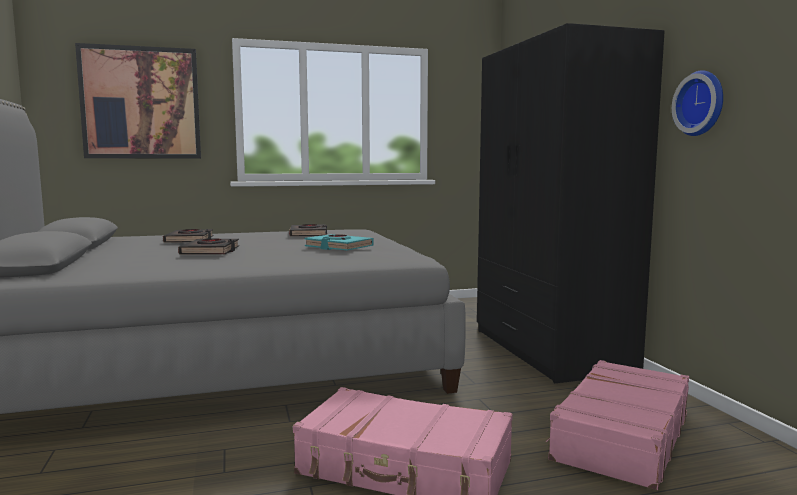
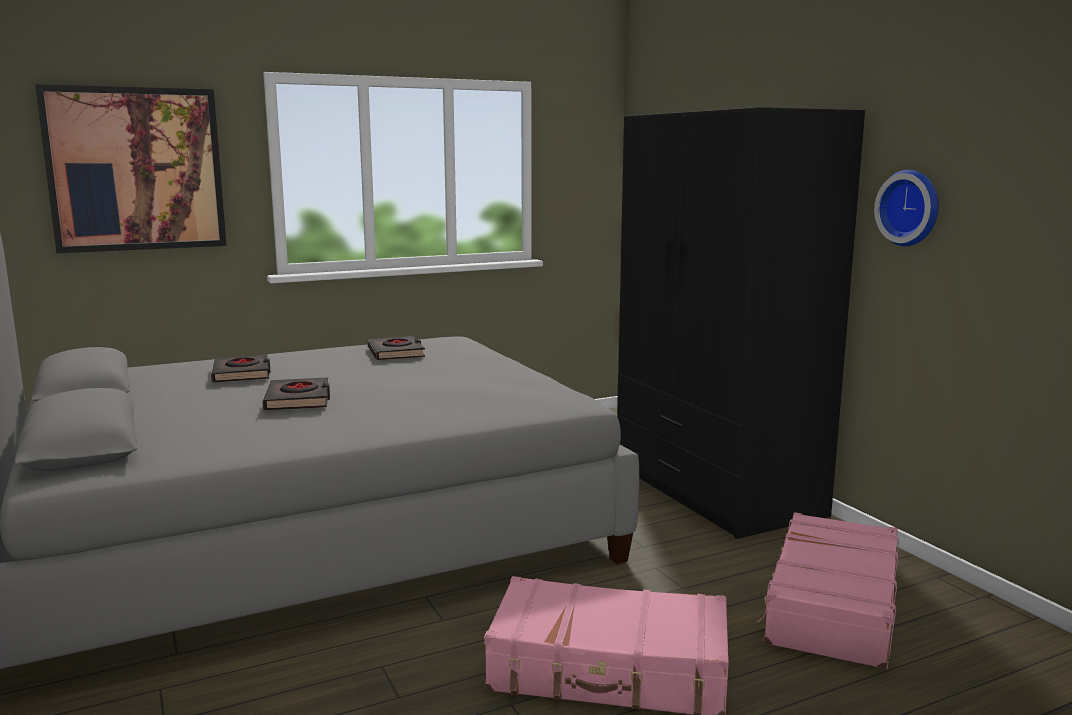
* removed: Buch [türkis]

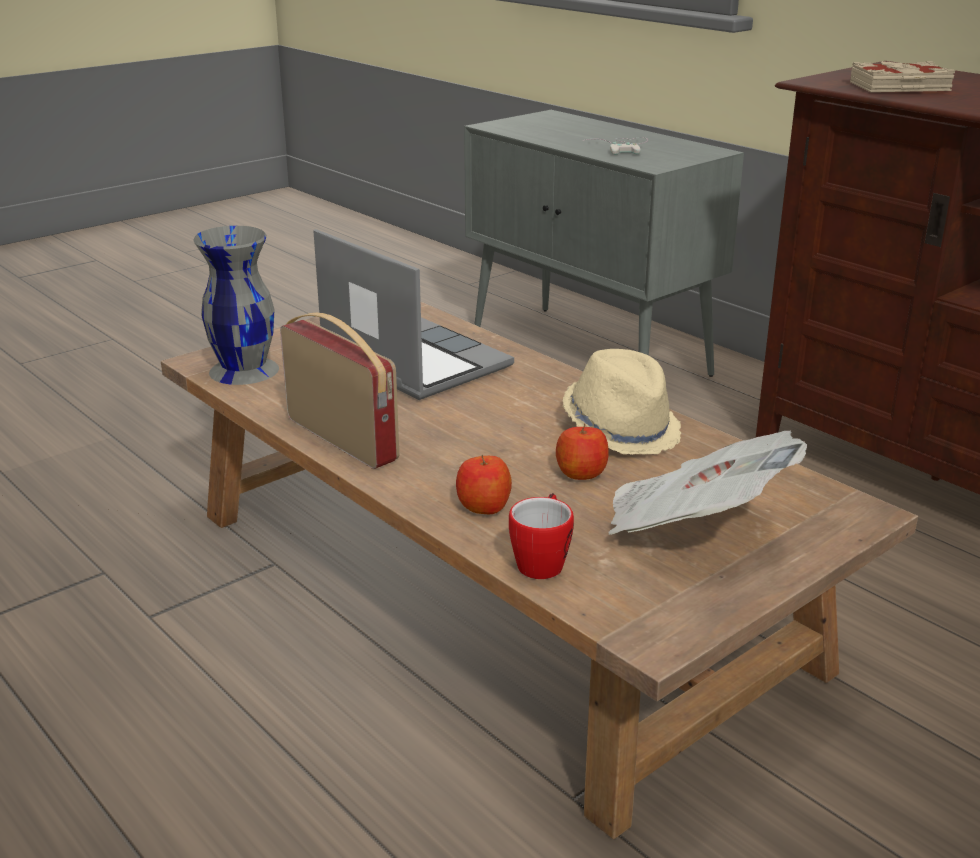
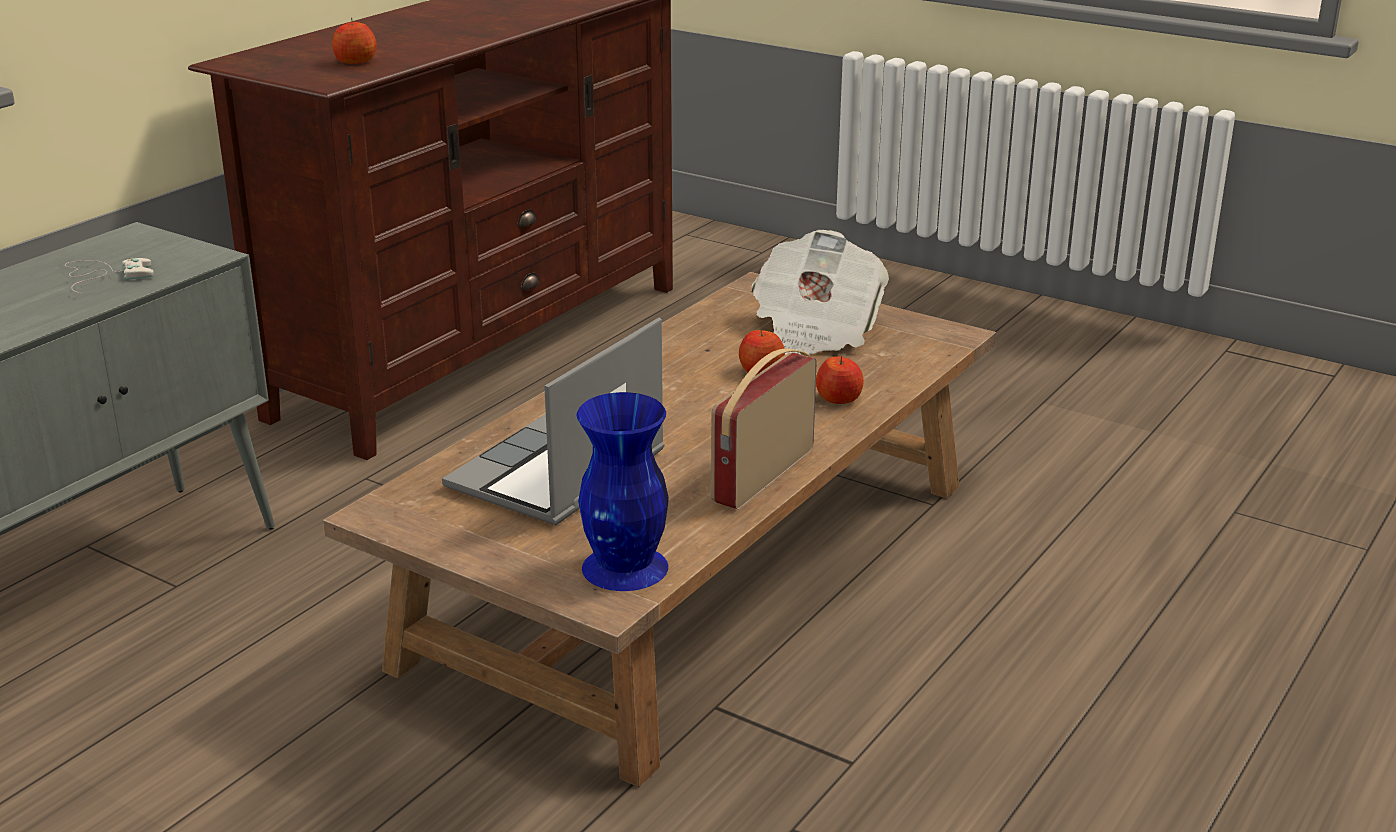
* removed: Henkelbecher
* removed: Hut [beige]
* replaced: Buch [beige] to Apfel (1st from left)
* recoloured: Vase [grau] to Vase [blau]

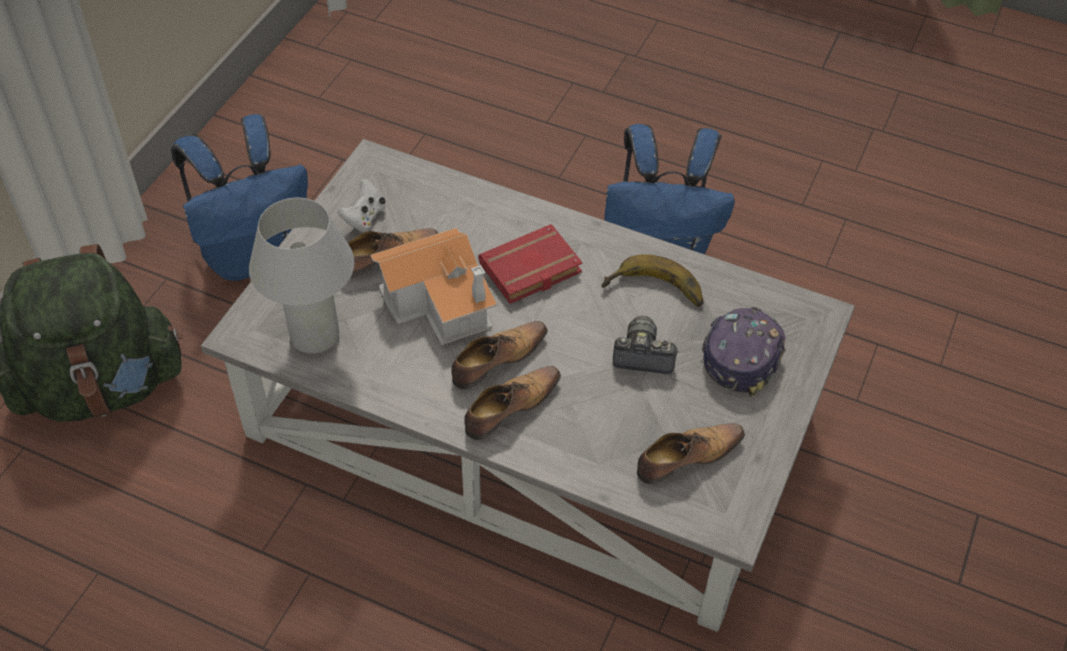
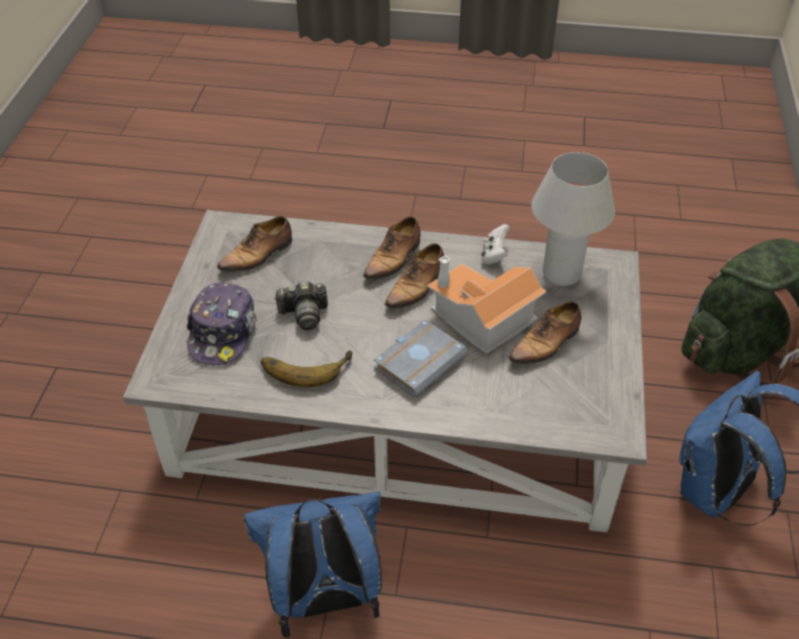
* moved: Gamepad [weiß]
* recoloured: Buch [rot] to Buch [grau]

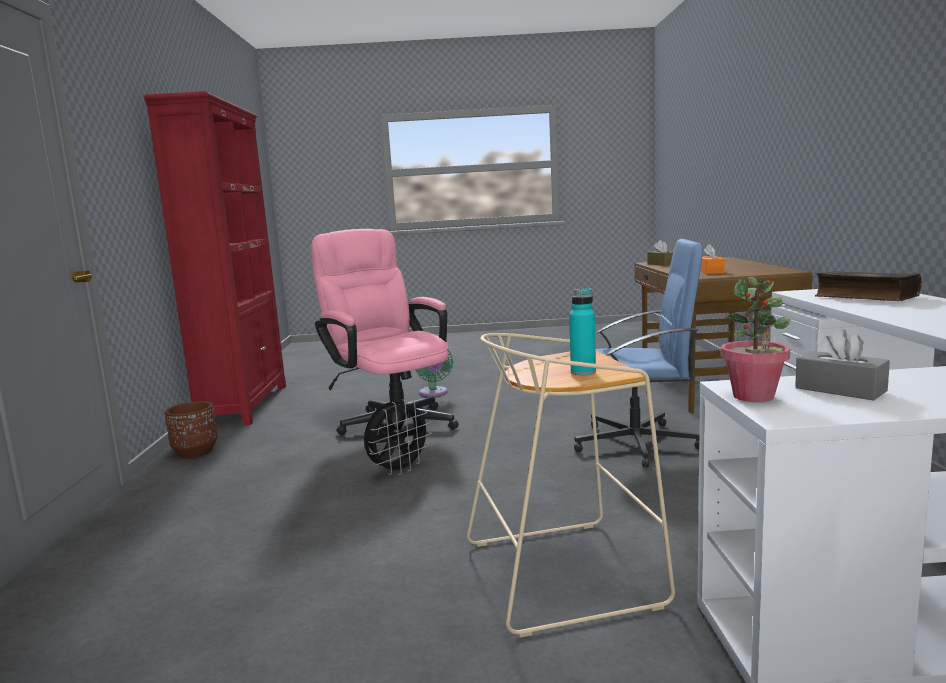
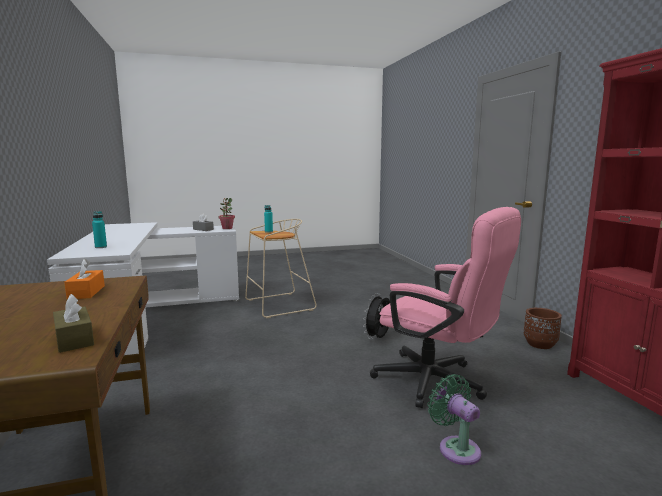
* removed: Bürostuhl [blau]
* replaced: Buch to Flasche [türkis] (1st from left)

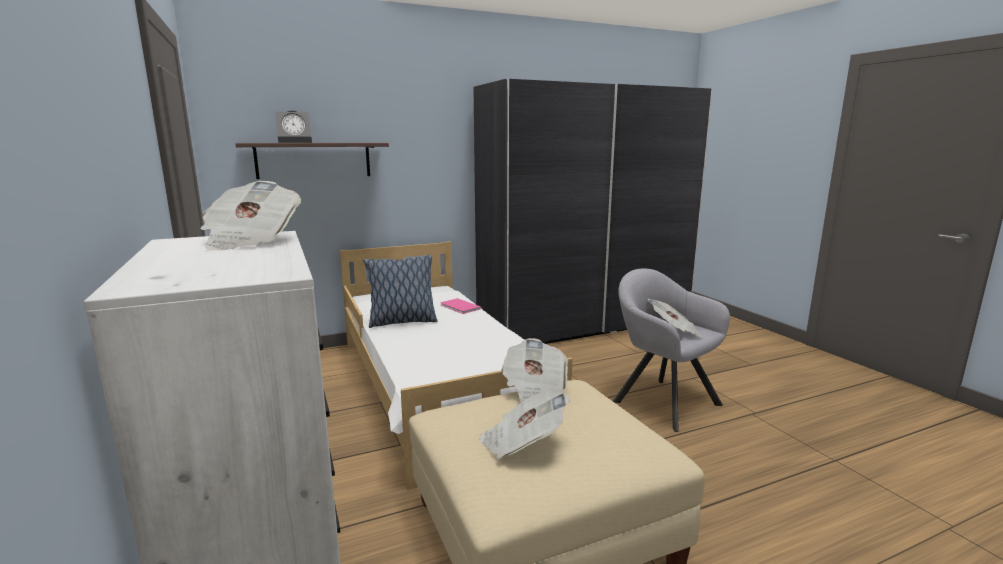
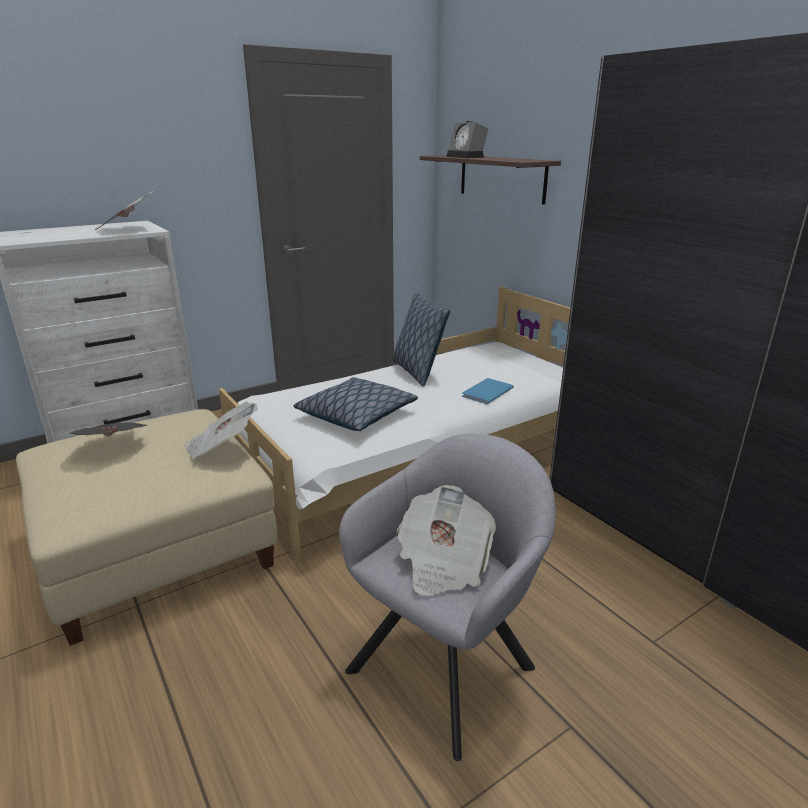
* added: Kissen (1st from left)
* recoloured: Buch [rosa] to Buch [blau]

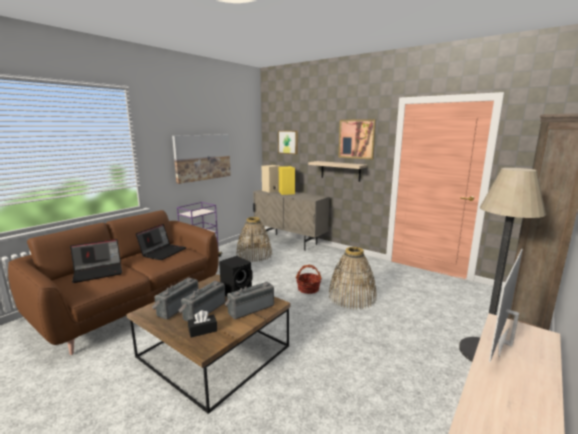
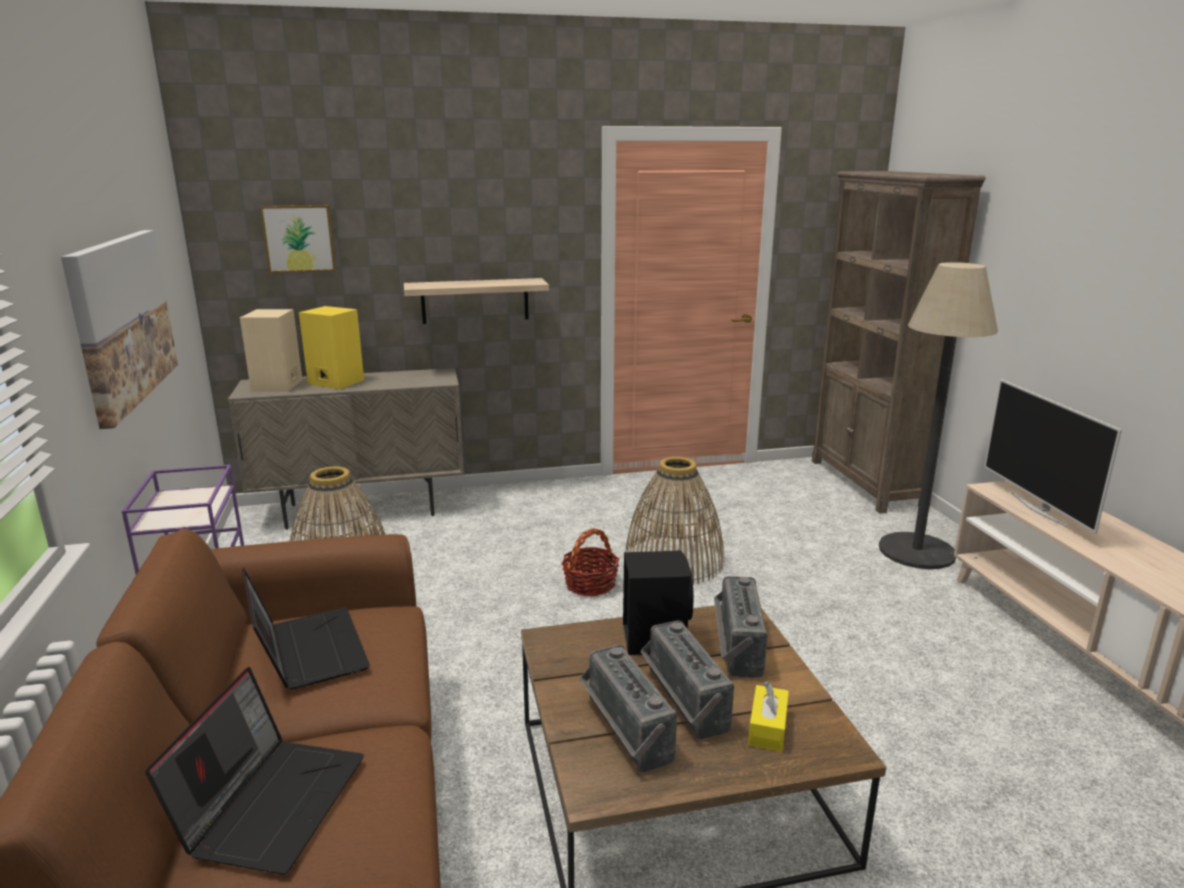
* removed: Bild (3rd from left)
* recoloured: Taschentuchbox [schwarz] to Taschentuchbox [gelb]

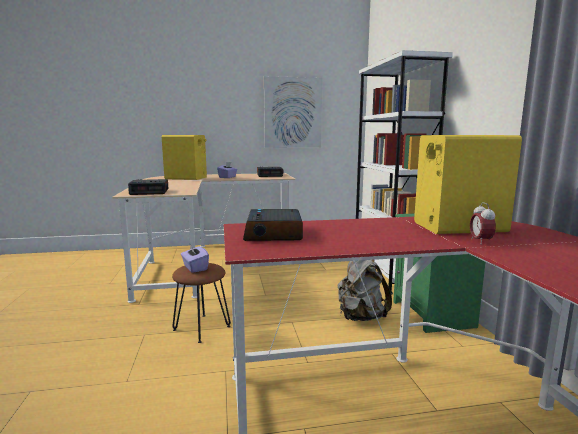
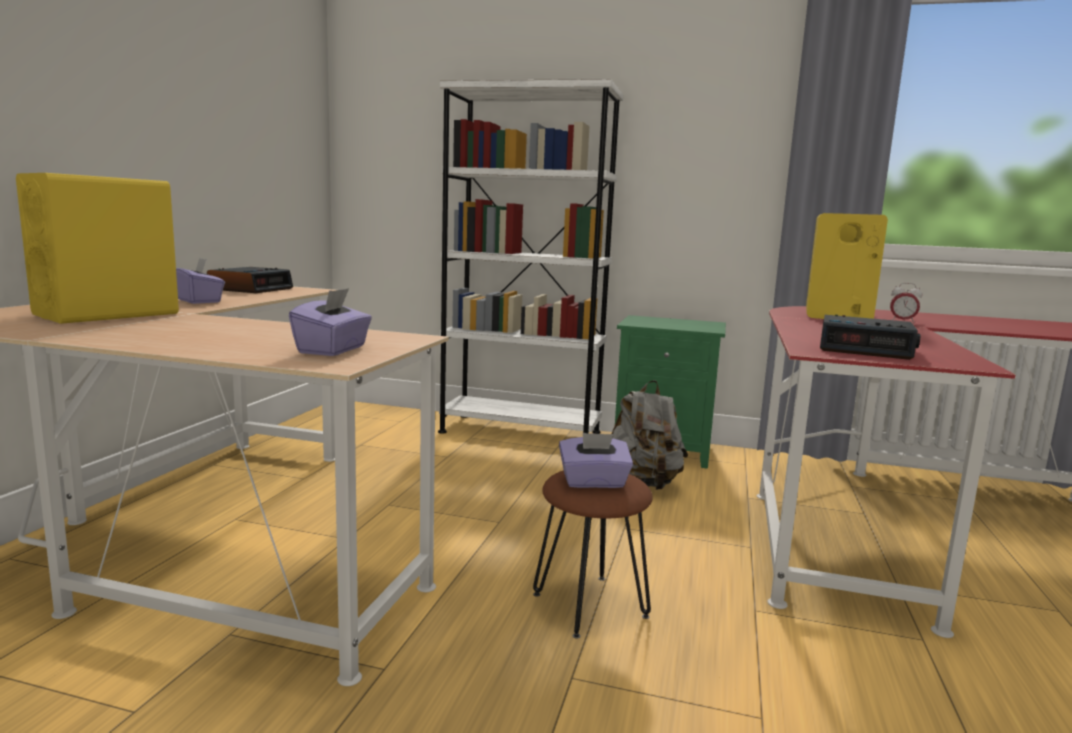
* removed: Bild
* replaced: Wecker (1st from left) to Taschentuchbox [lila] (2nd from left)

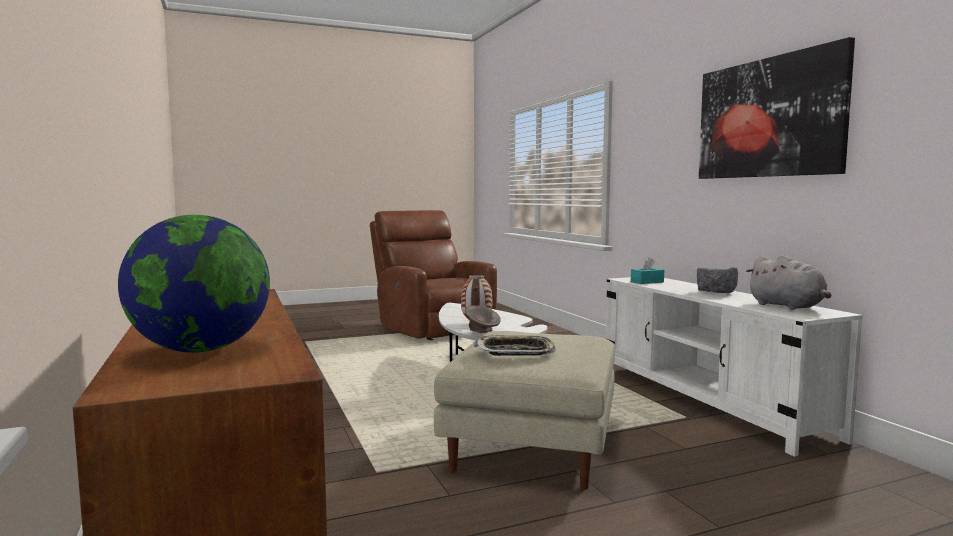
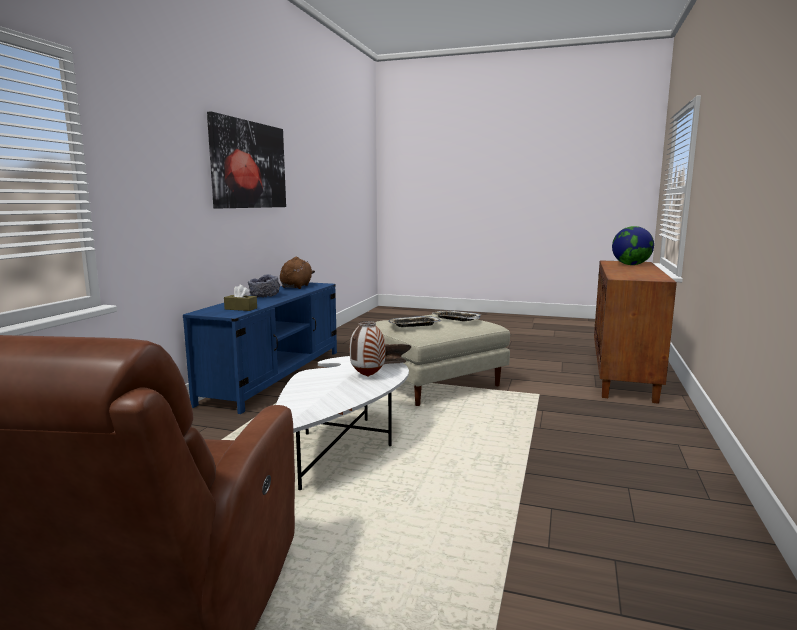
* added: Tablett (1st from left)
* recoloured: Fernsehschrank [weiß] to Fernsehschrank [blau]
* recoloured: Taschentuchbox [türkis] to Taschentuchbox [braun]
* recoloured: Plüschtier [grau] to Plüschtier [braun]

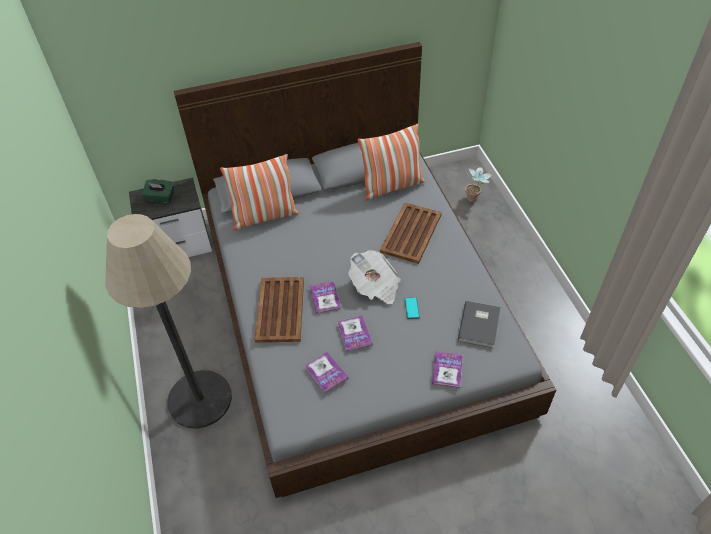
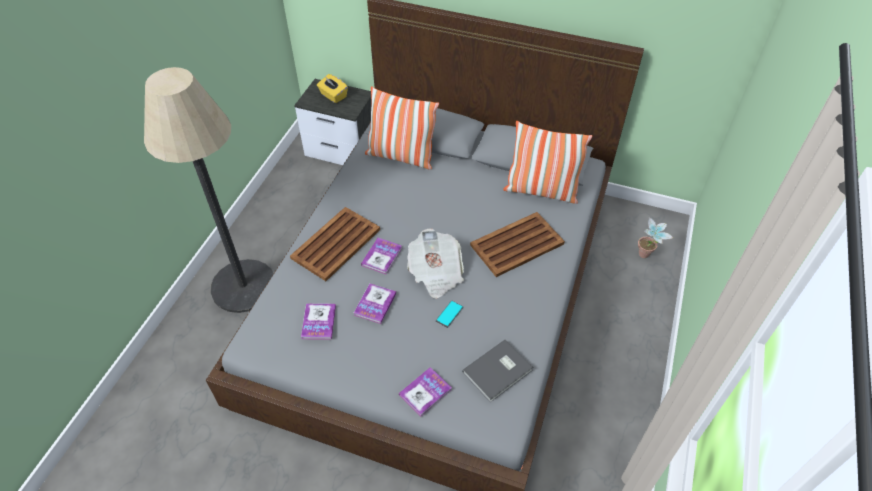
* recoloured: Taschentuchbox [grün] to Taschentuchbox [gelb]

